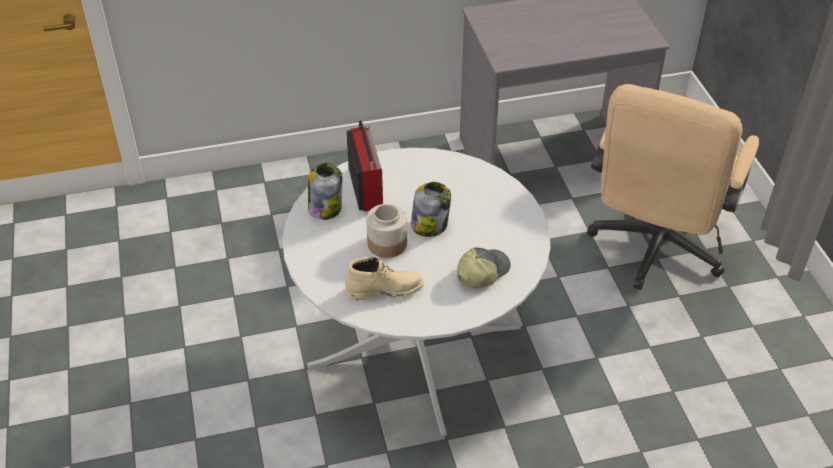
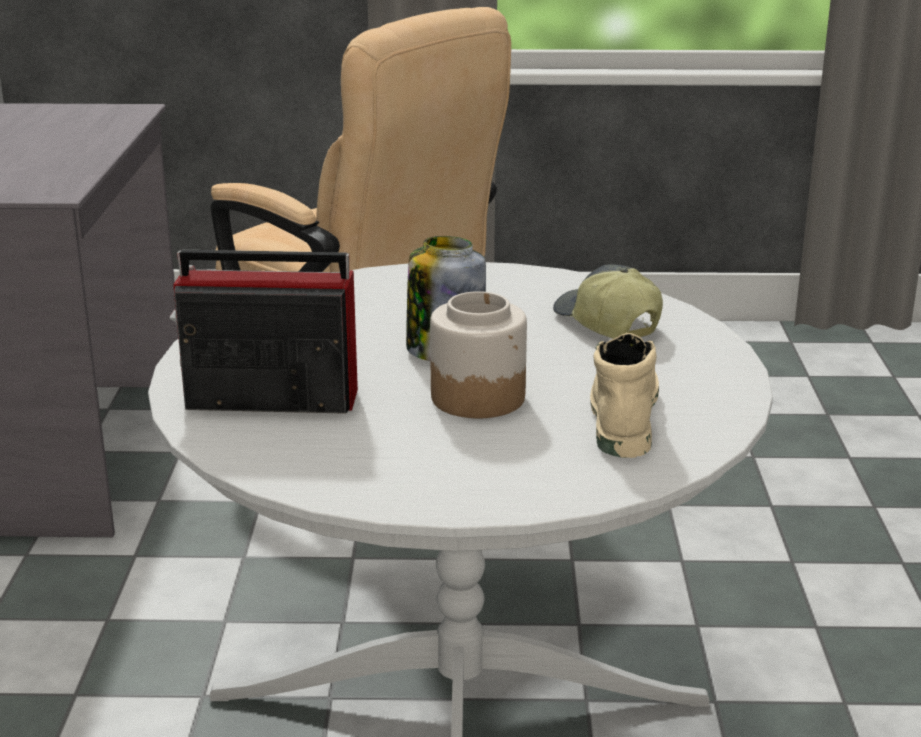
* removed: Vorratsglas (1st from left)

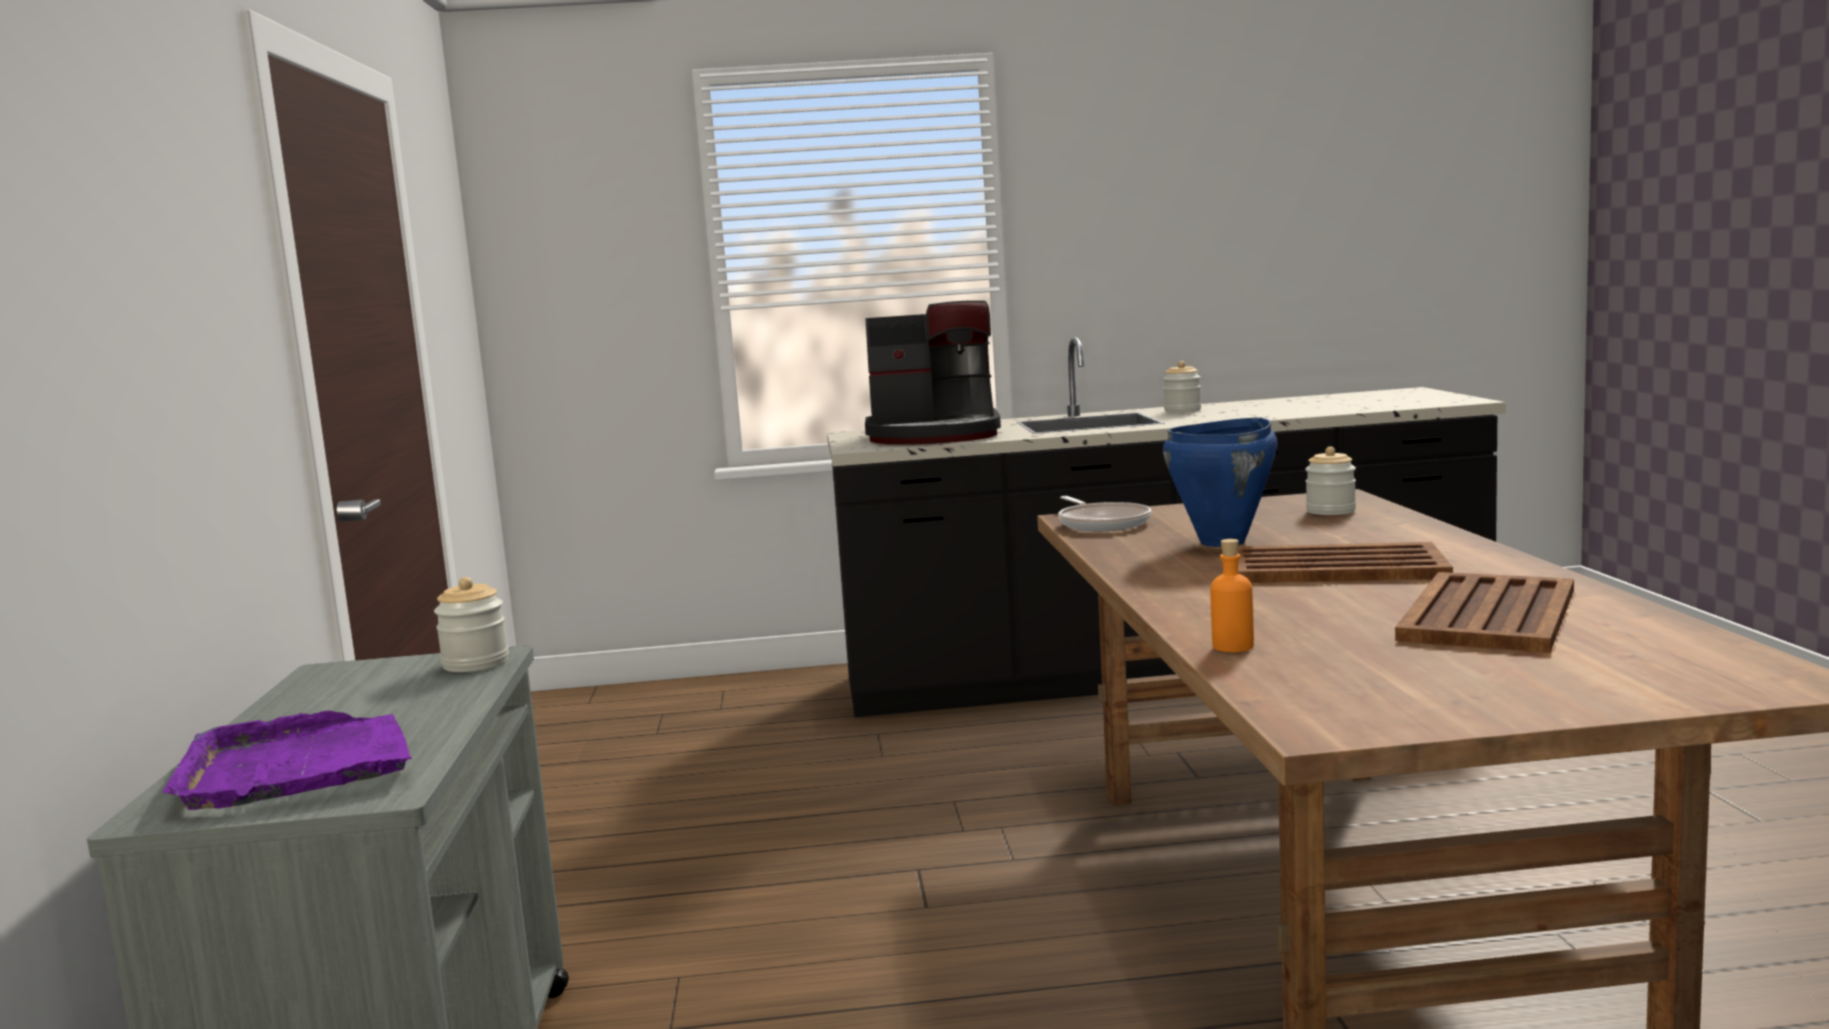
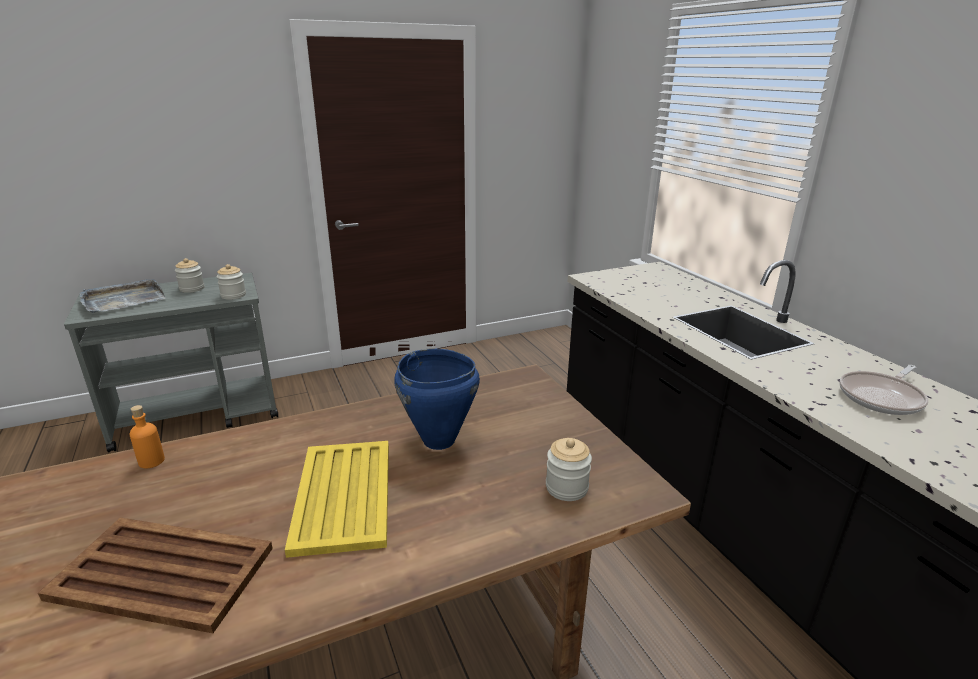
* removed: Kaffeemaschine
* moved: Pfanne
* moved: Vorratsglas (2nd from left in the first image) to Vorratsglas (1st from left)
* recoloured: Tablett [lila] to Tablett [grau]
* recoloured: Tablett [braun] (1st from left) to Tablett [gelb]

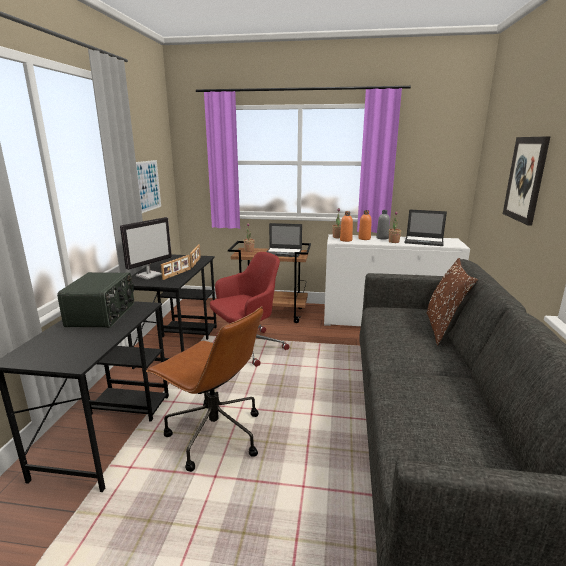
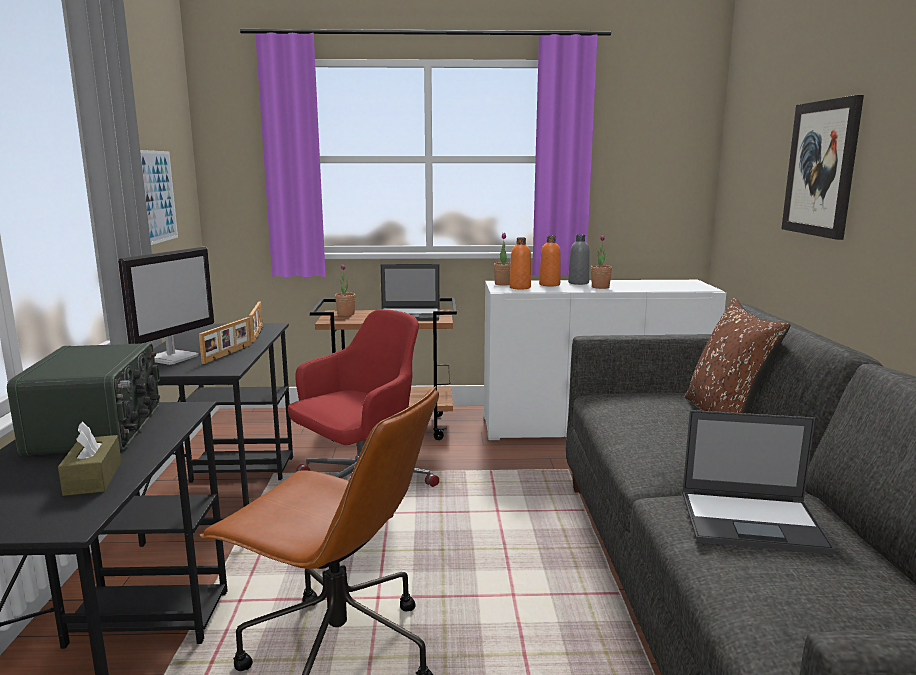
* added: Taschentuchbox [braun]
* moved: Laptop (2nd from left)

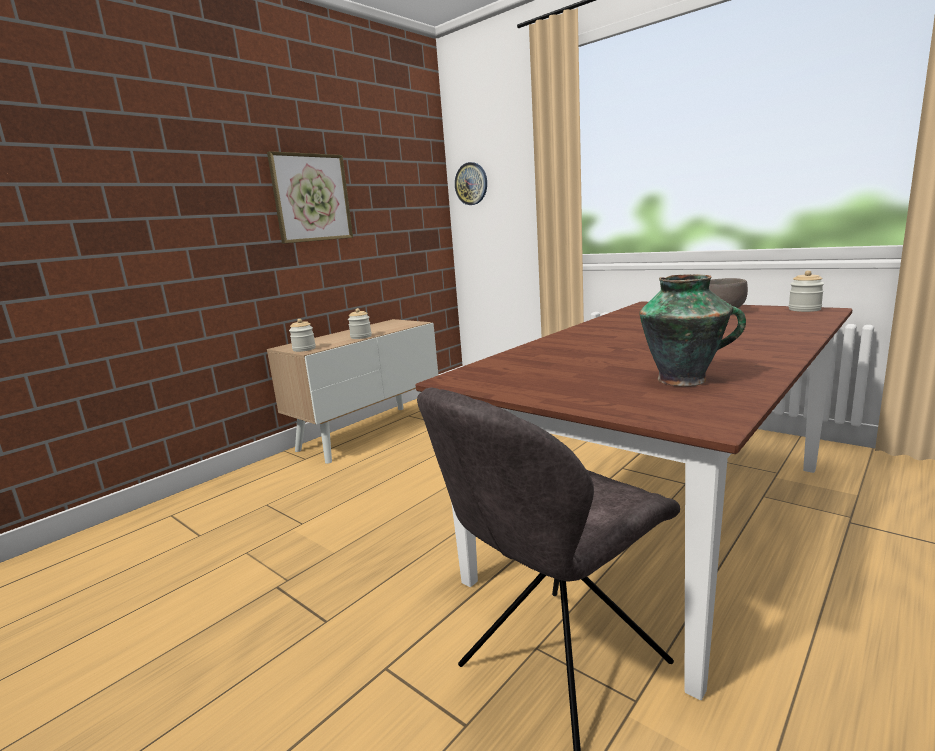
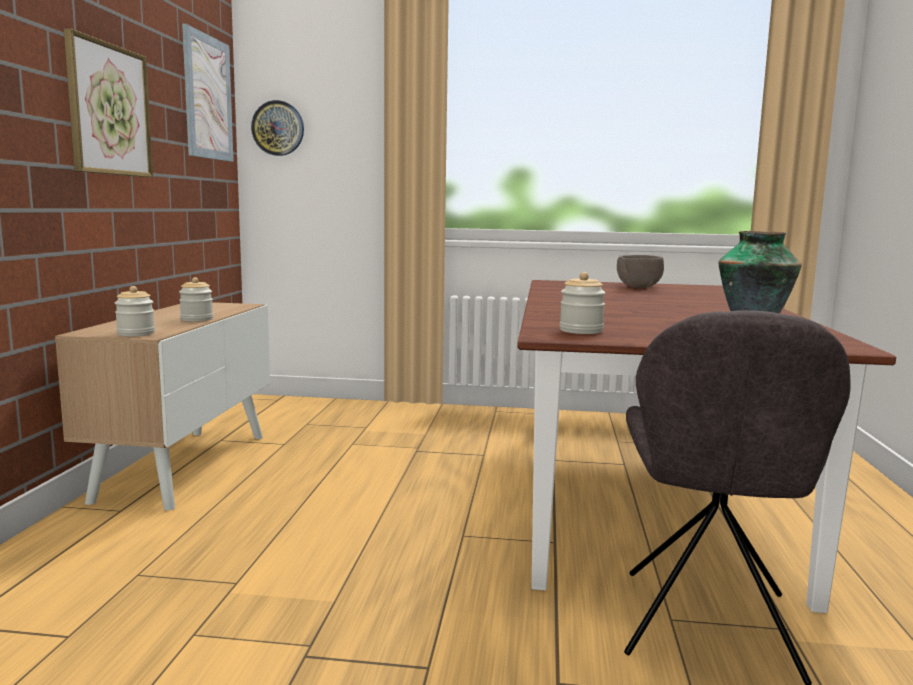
* added: Bild (2nd from left)
* moved: Vorratsglas (3rd from left)

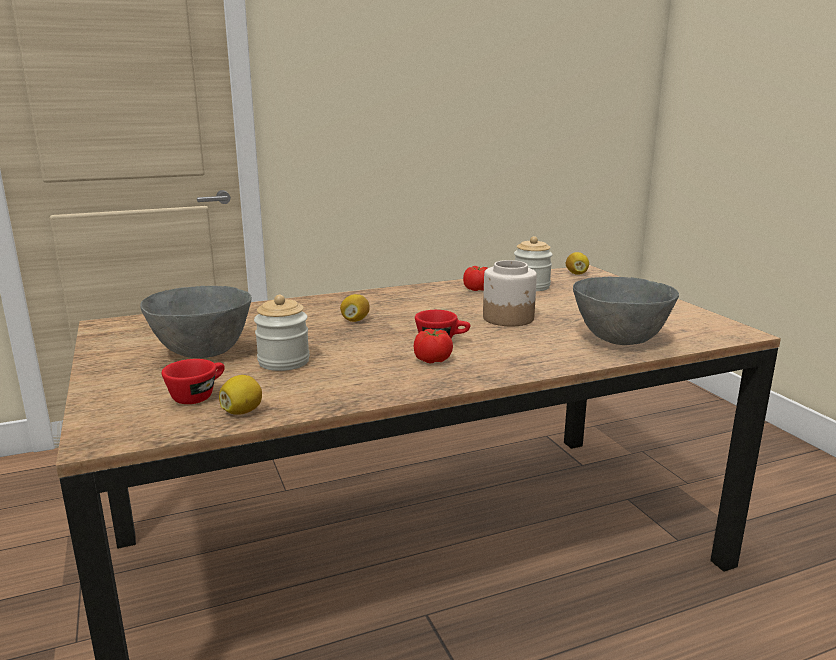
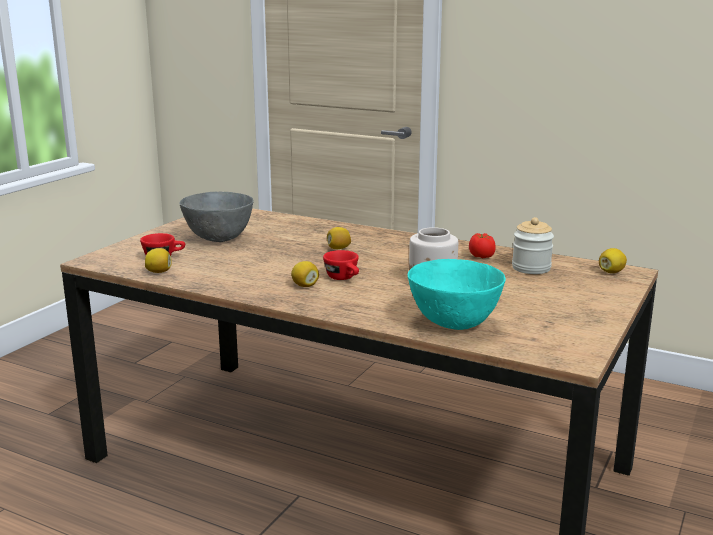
* removed: Vorratsglas (1st from left)
* replaced: Tomate (1st from left) to Zitrone (2nd from left)
* recoloured: Schüssel [grau] (2nd from left) to Schüssel [türkis]

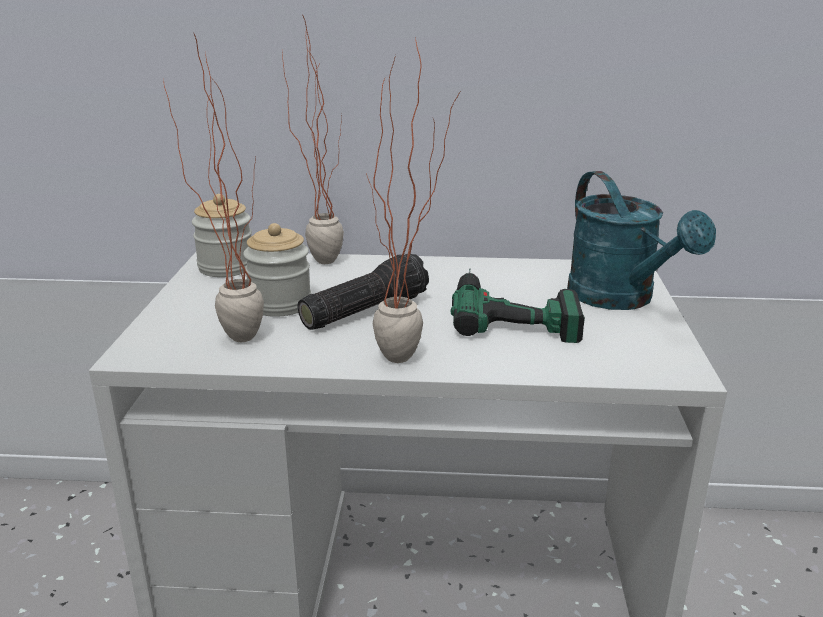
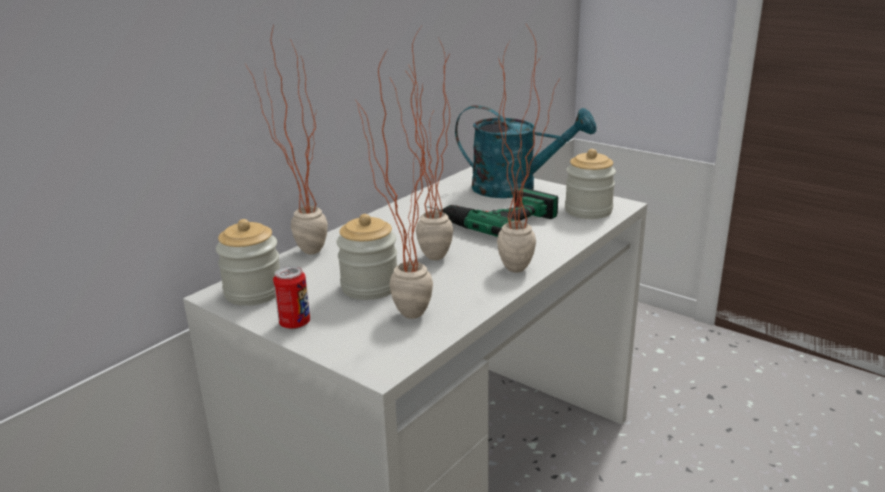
* added: Dose
* added: Vorratsglas (3rd from left)
* replaced: Taschenlampe to Topfpflanze (3rd from left)

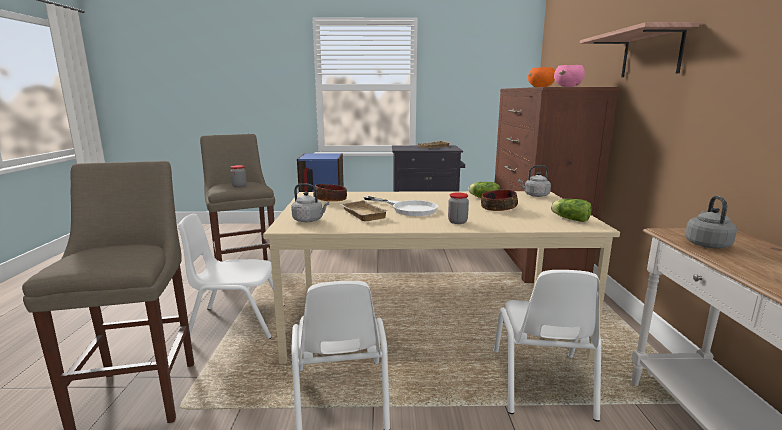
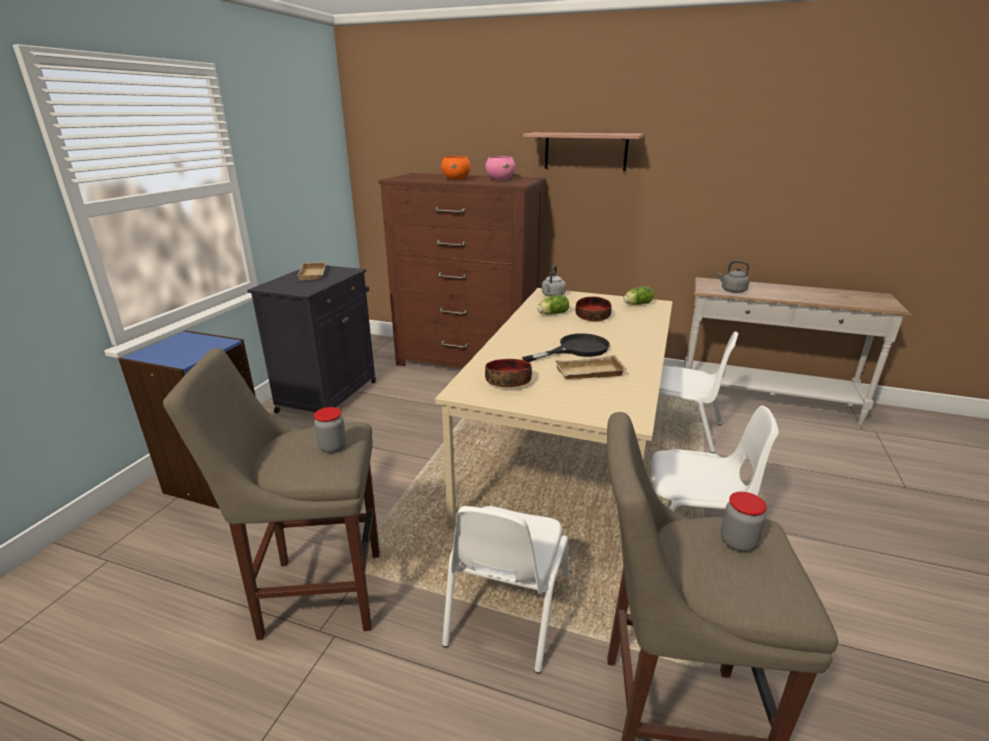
* removed: Wasserkessel [grau] (1st from left)
* moved: Vorratsglas (2nd from left)
* recoloured: Pfanne [weiß] to Pfanne [schwarz]

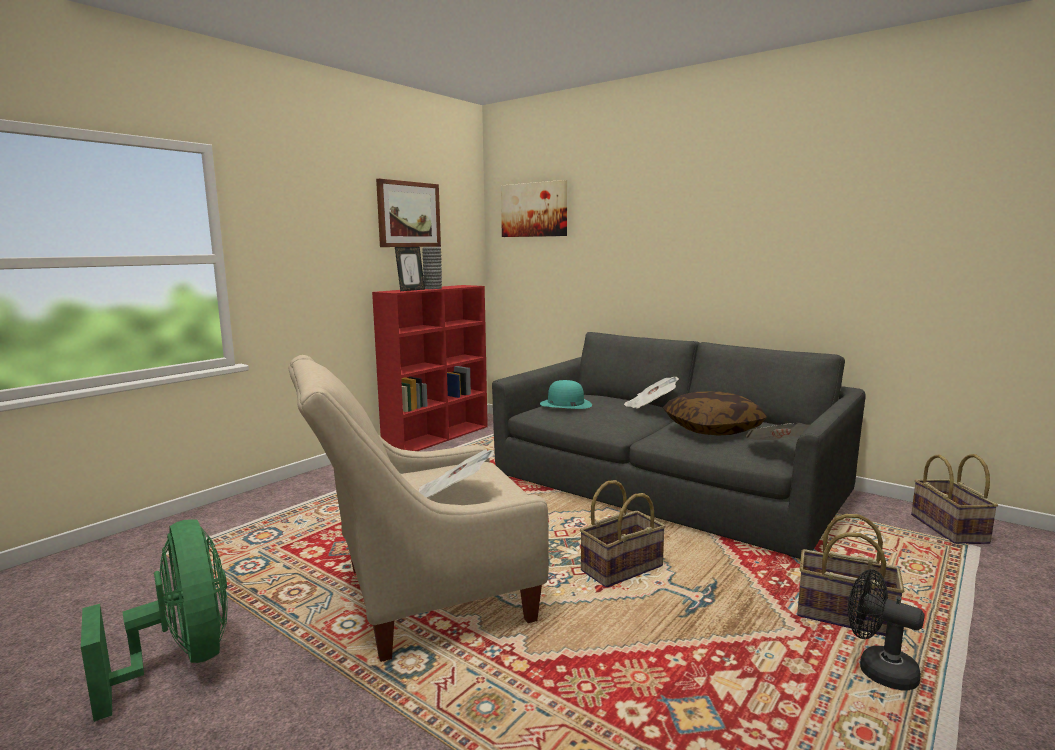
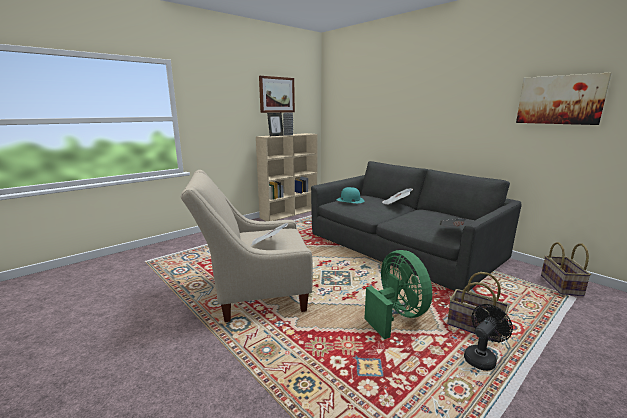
* removed: Korb (1st from left)
* removed: Kissen
* moved: Ventilator [grün]
* moved: Bild (2nd from left)
* recoloured: Bücherregal [rot] to Bücherregal [beige]
* turned: Ventilator [schwarz] 90 degrees clockwise

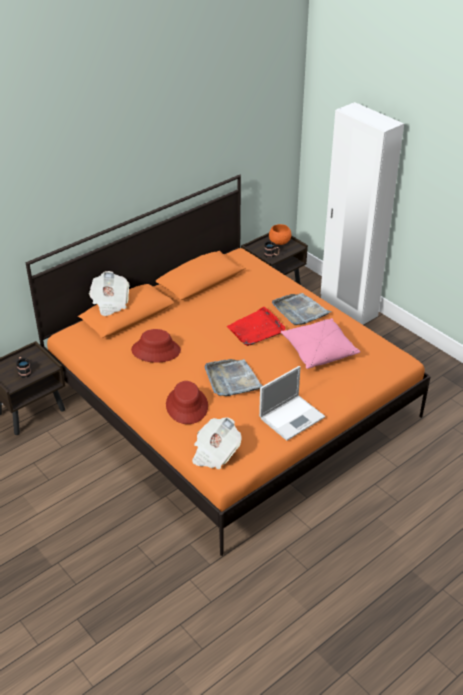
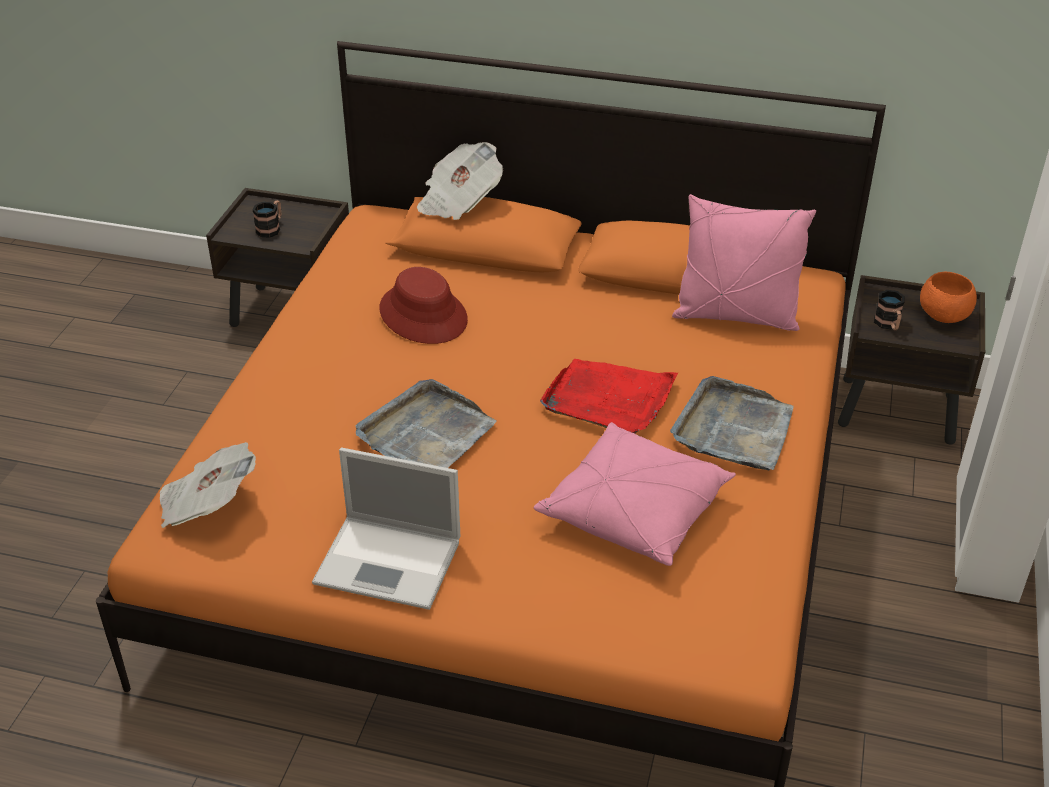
* removed: Hut [rot] (2nd from left)
* added: Kissen [rosa] (2nd from left)

